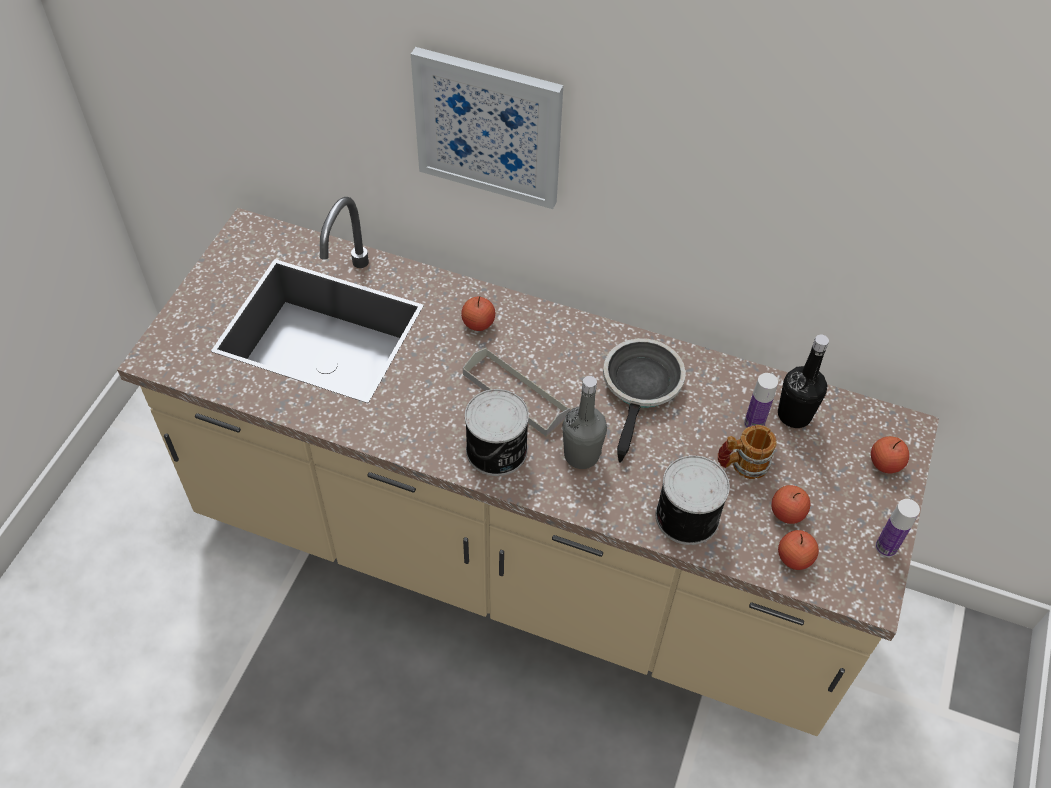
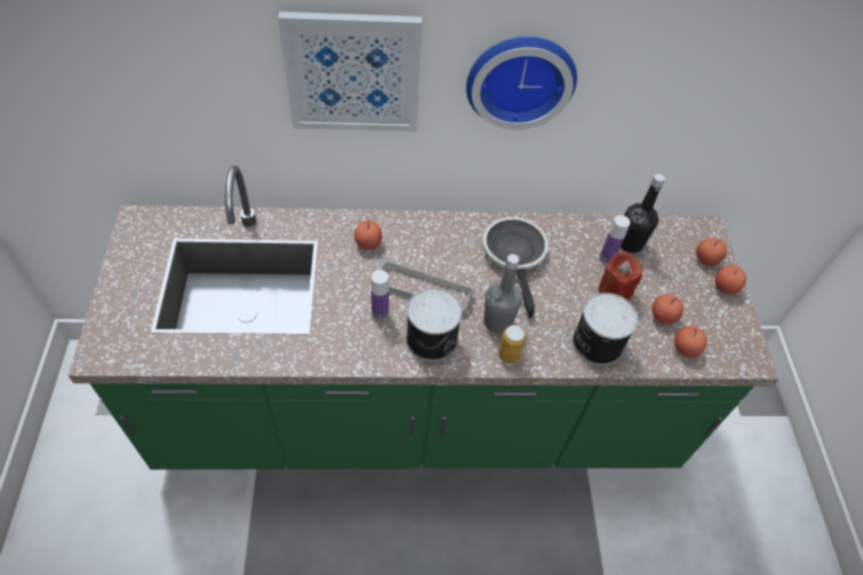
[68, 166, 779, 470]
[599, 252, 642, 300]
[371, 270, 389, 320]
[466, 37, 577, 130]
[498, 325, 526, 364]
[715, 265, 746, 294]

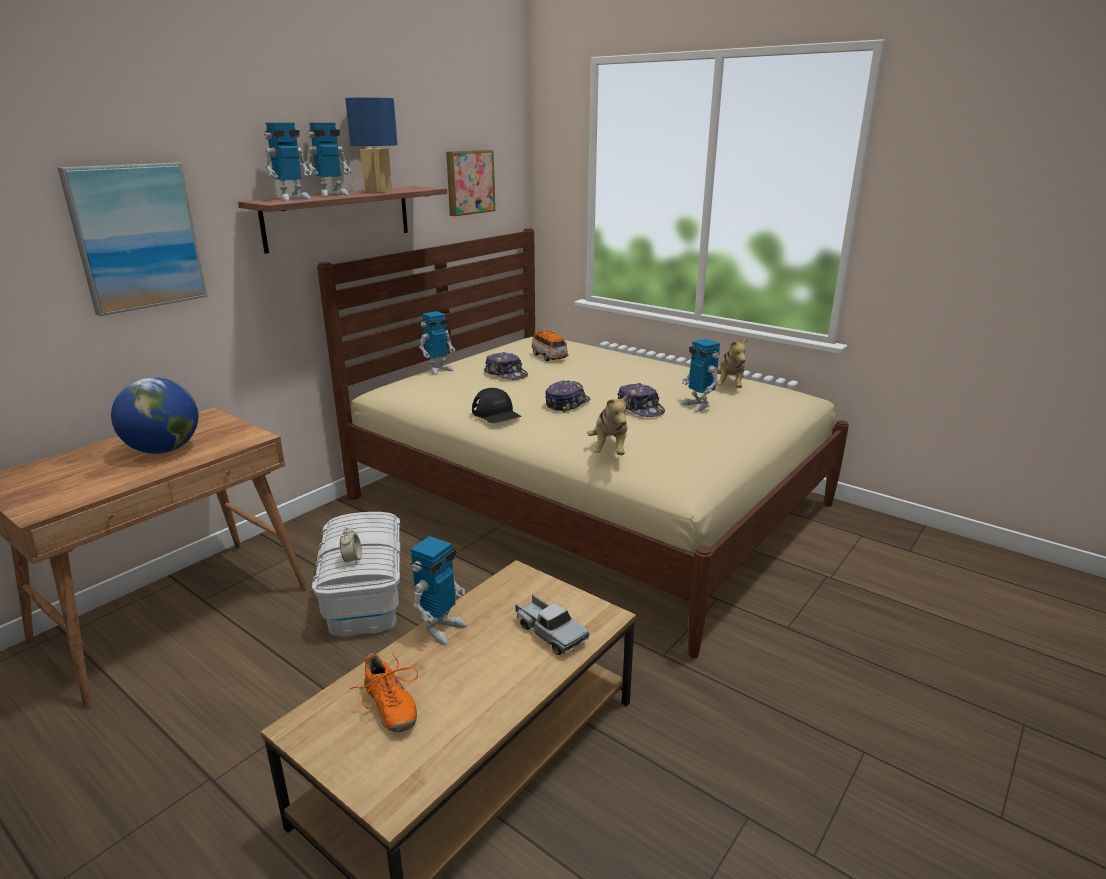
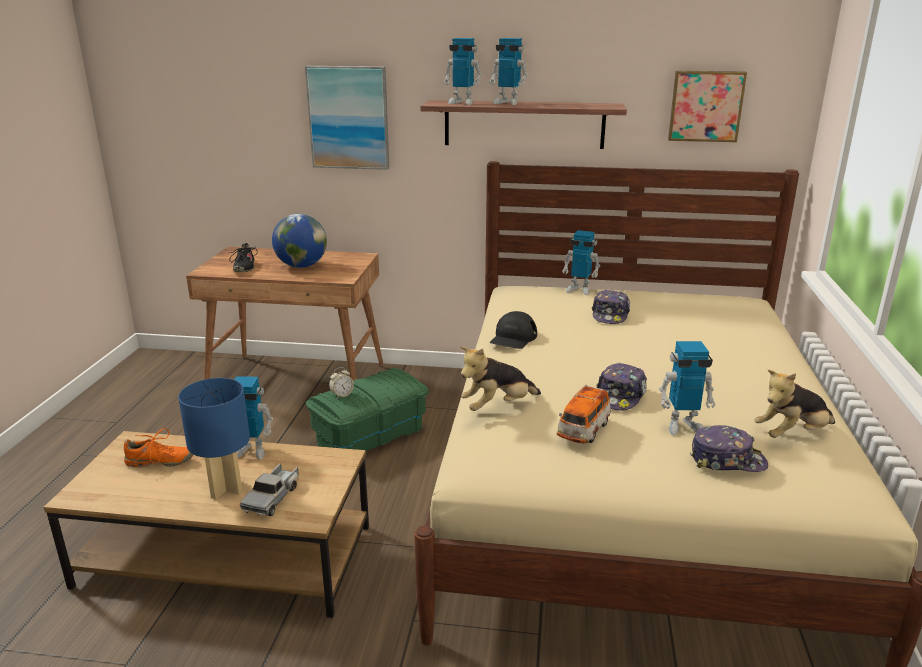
[306, 368, 429, 451]
[178, 378, 250, 500]
[124, 428, 193, 467]
[557, 385, 611, 444]
[690, 425, 768, 472]
[659, 341, 716, 436]
[229, 243, 257, 272]

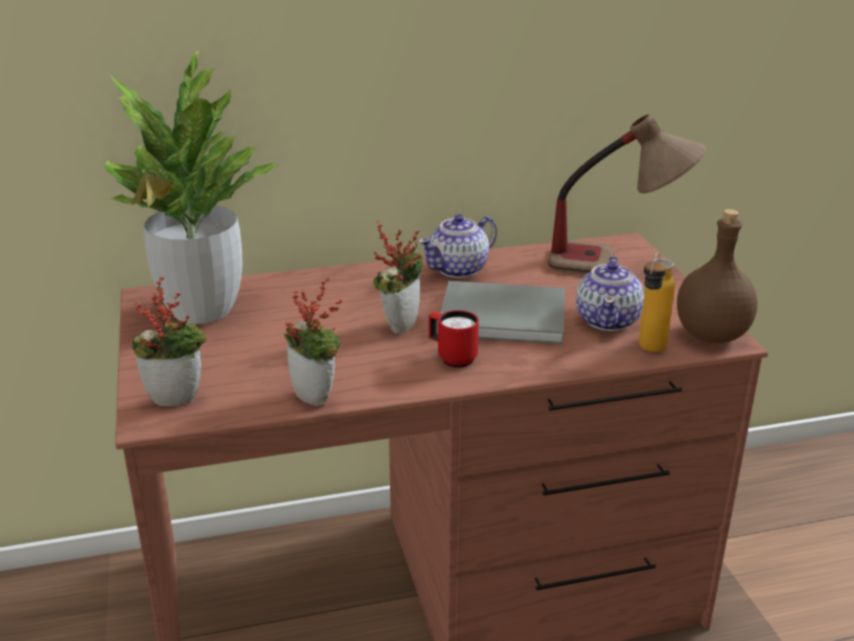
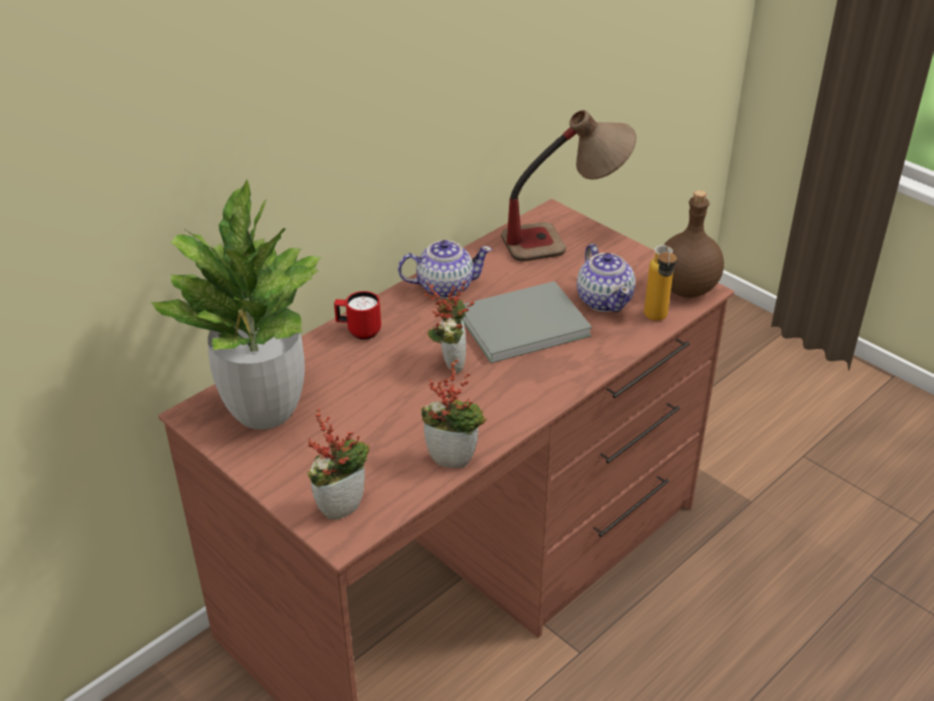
[398, 240, 492, 298]
[334, 291, 381, 340]

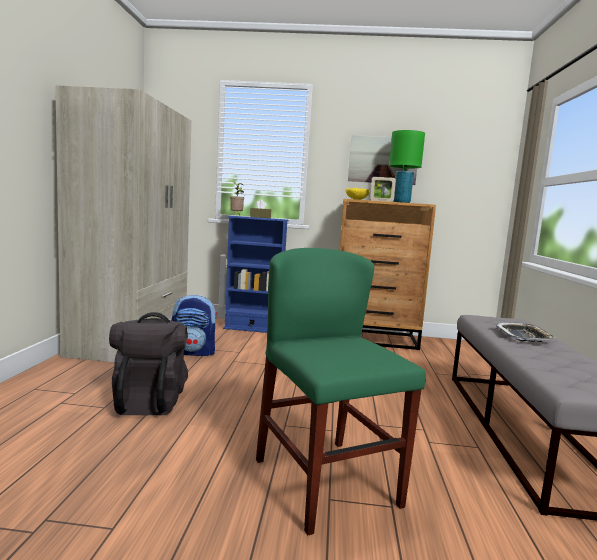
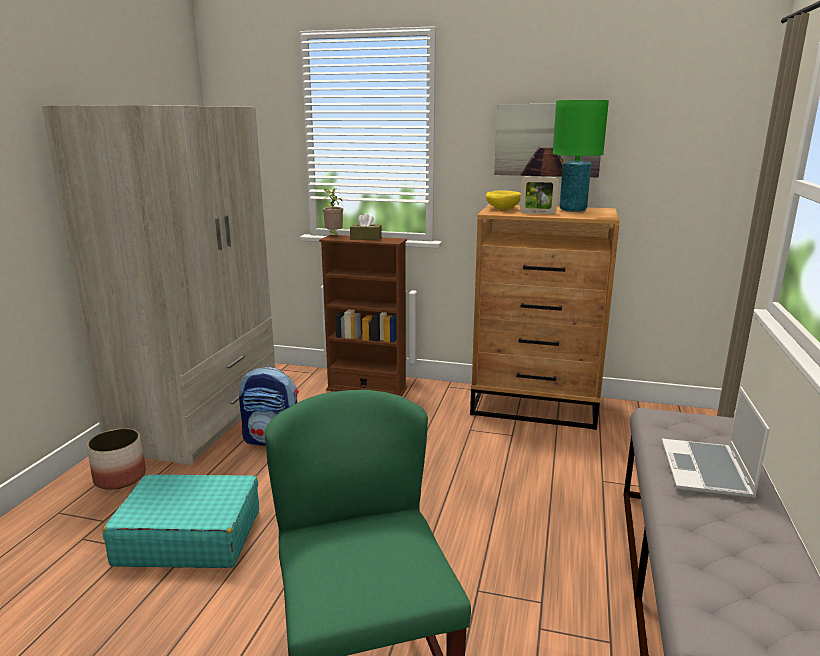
[102, 475, 259, 568]
[319, 235, 407, 396]
[662, 387, 770, 499]
[87, 428, 146, 490]

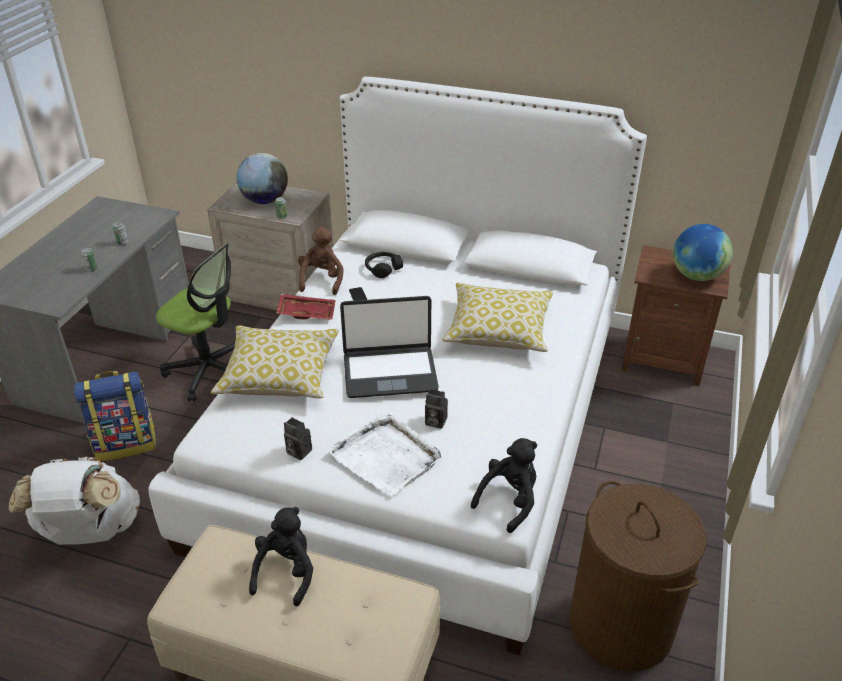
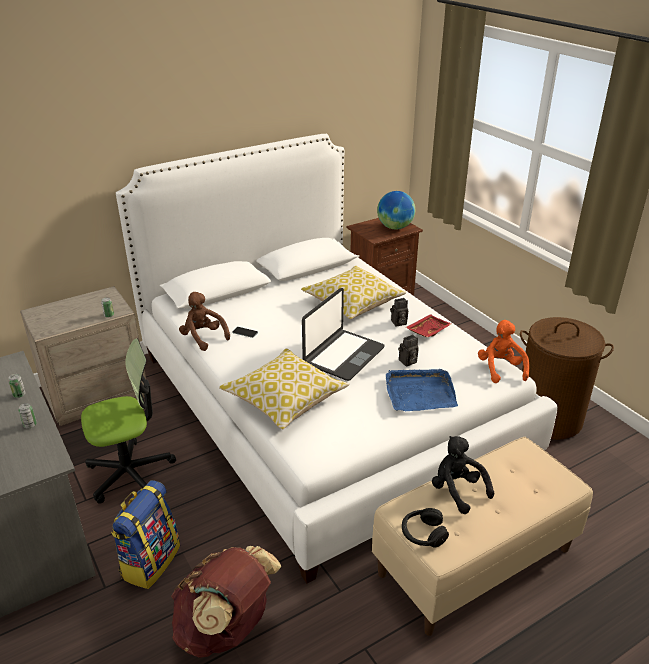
[171, 546, 282, 658]
[237, 153, 288, 204] (first image)
[405, 314, 451, 338]
[390, 298, 408, 326]
[386, 369, 458, 411]
[402, 508, 449, 548]
[478, 320, 530, 383]

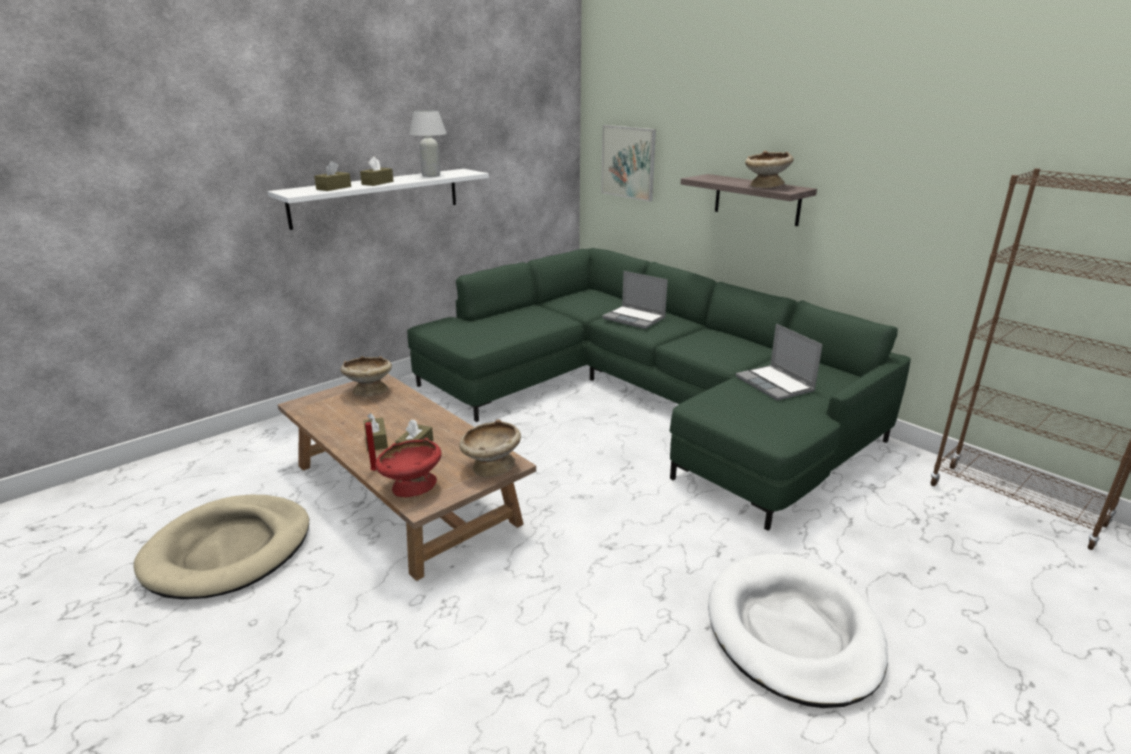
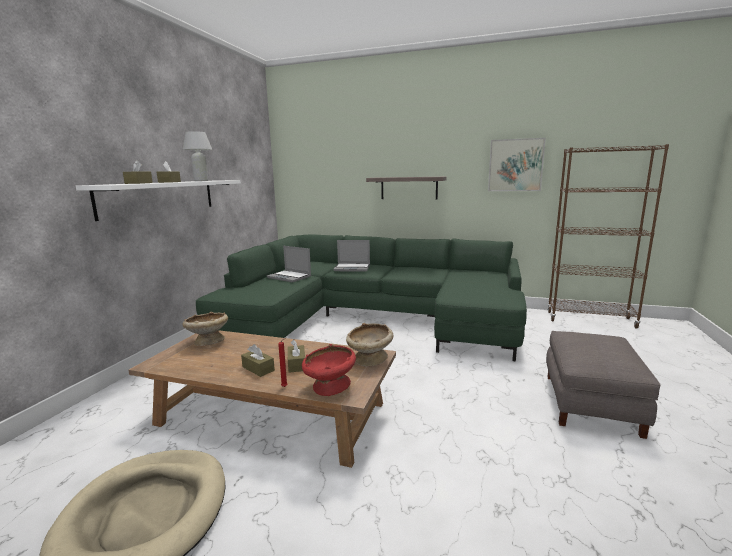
[488, 138, 546, 191]
[546, 331, 660, 439]
[267, 246, 311, 282]
[745, 151, 794, 188] (first image)

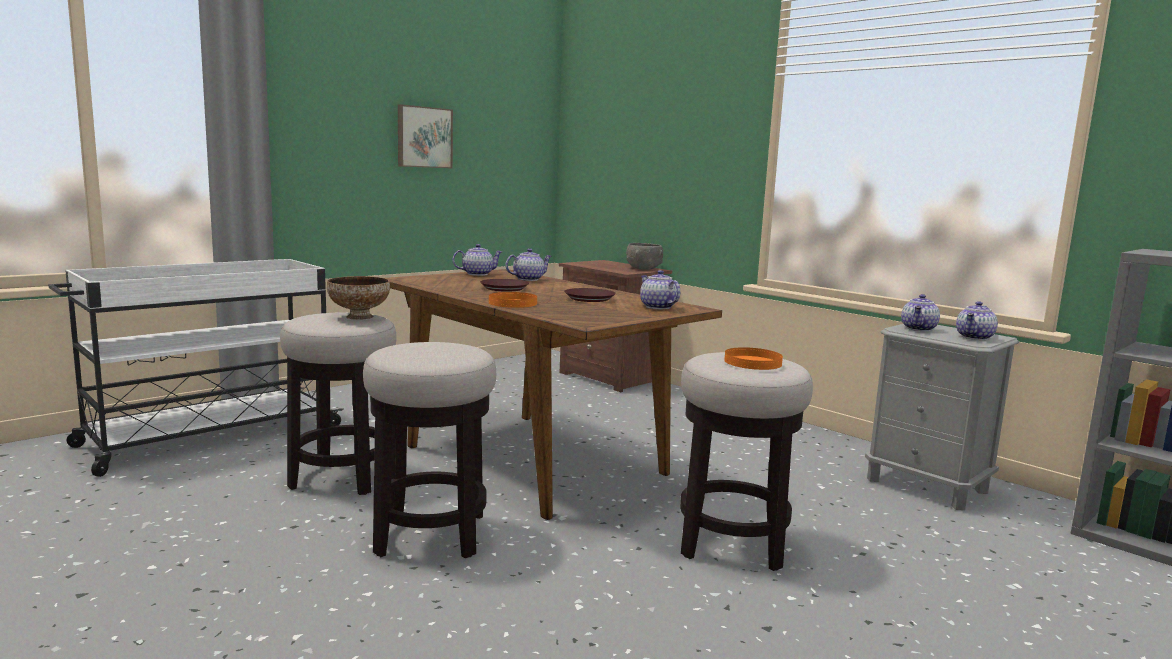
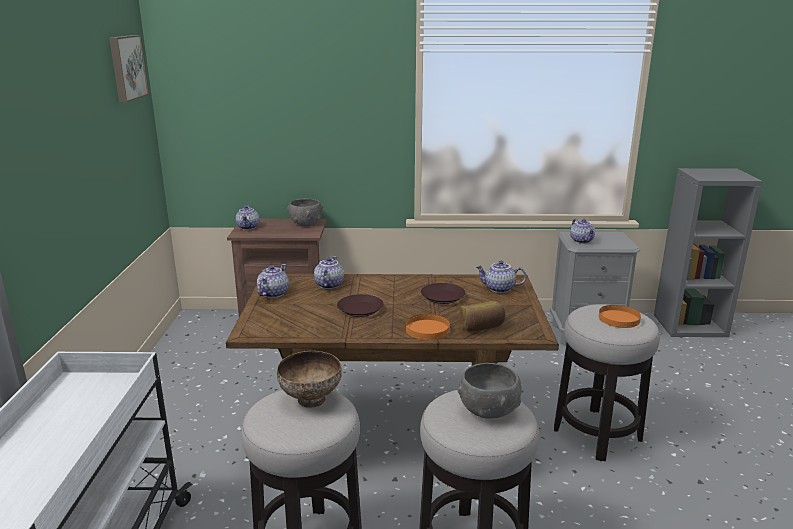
[109, 35, 149, 102]
[236, 206, 259, 230]
[458, 363, 522, 419]
[459, 301, 505, 331]

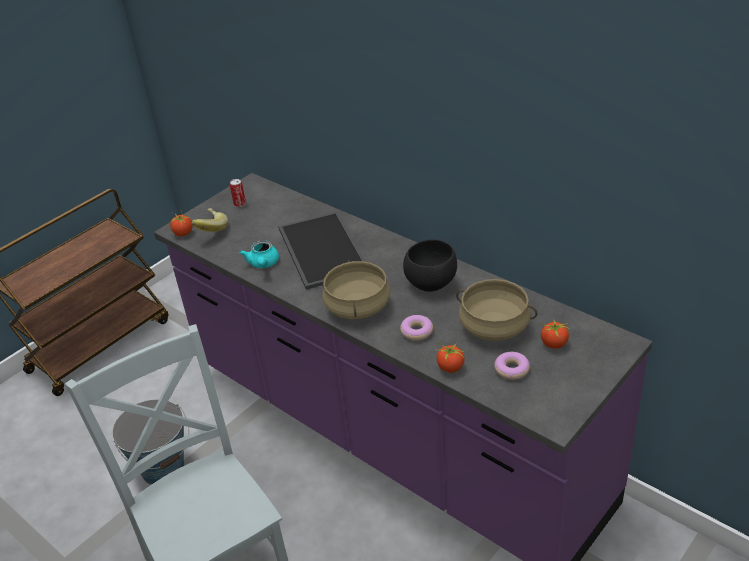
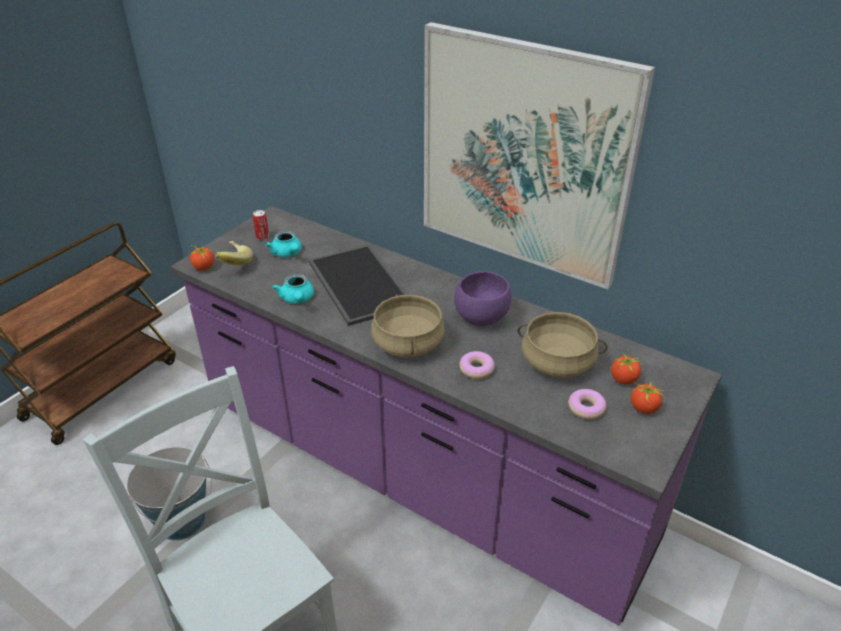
[454, 271, 511, 326]
[631, 381, 665, 414]
[265, 231, 302, 257]
[424, 22, 655, 289]

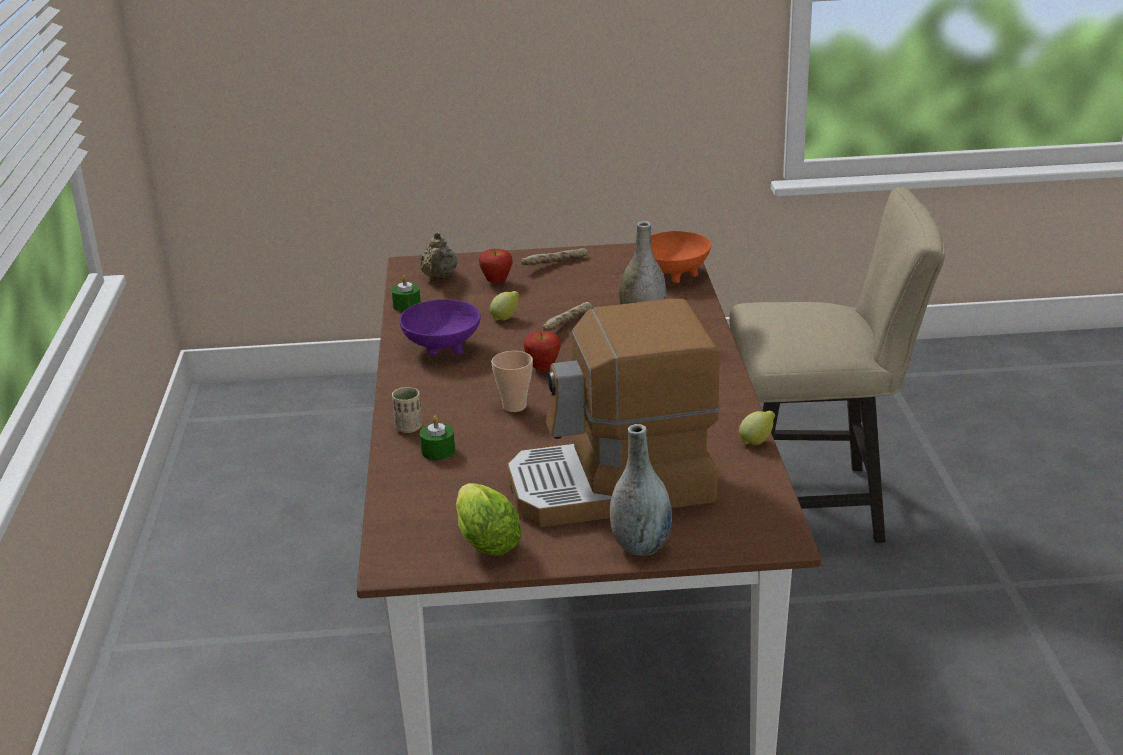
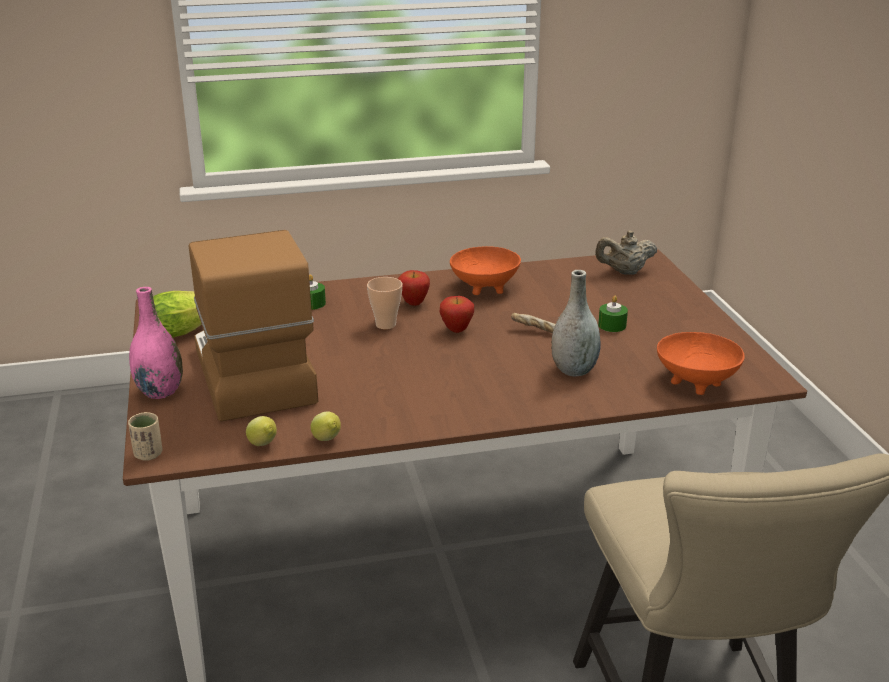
[598, 296, 628, 332]
[128, 412, 162, 461]
[450, 246, 521, 295]
[398, 270, 430, 306]
[246, 416, 277, 446]
[521, 248, 588, 265] (first image)
[129, 287, 183, 399]

